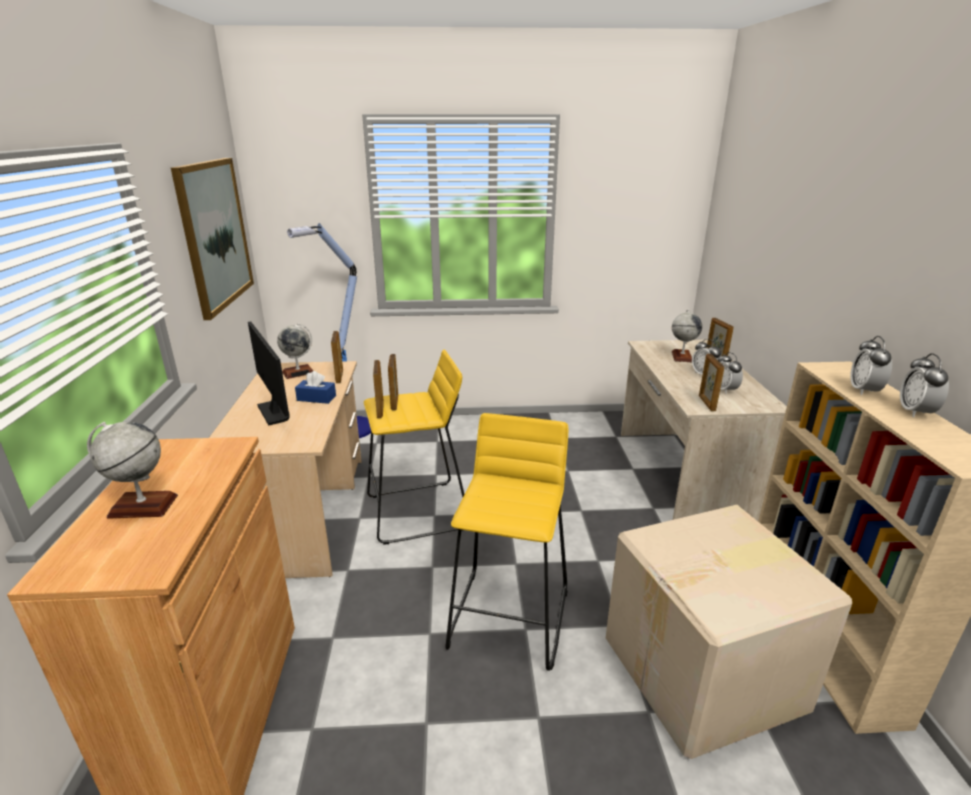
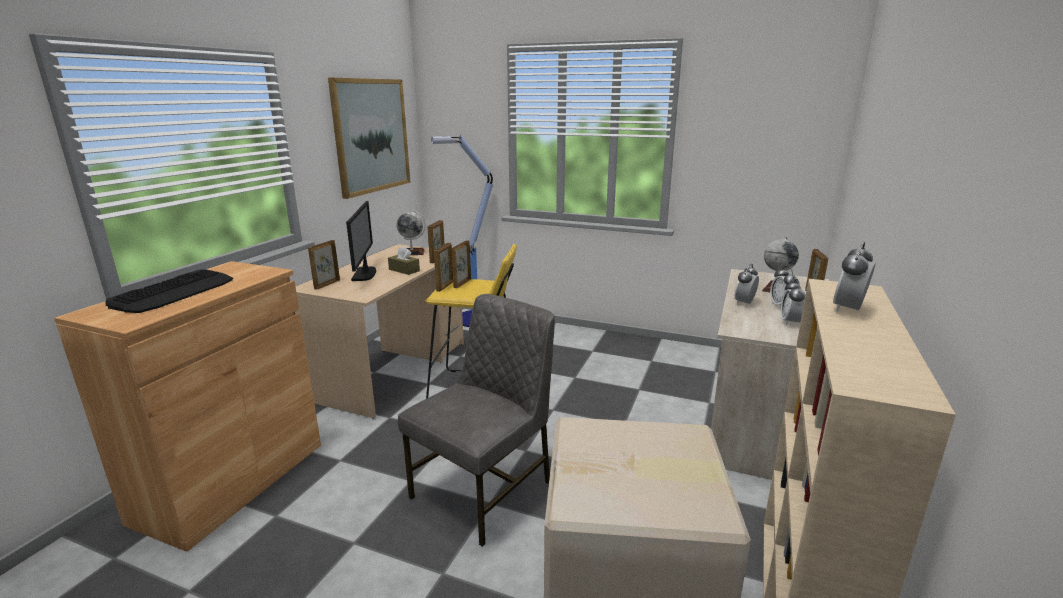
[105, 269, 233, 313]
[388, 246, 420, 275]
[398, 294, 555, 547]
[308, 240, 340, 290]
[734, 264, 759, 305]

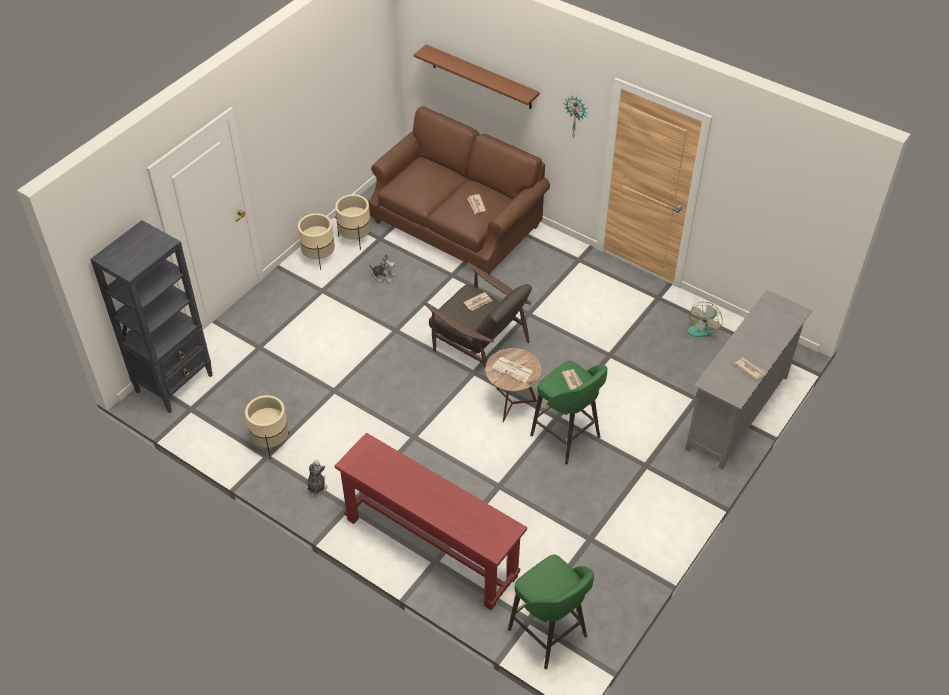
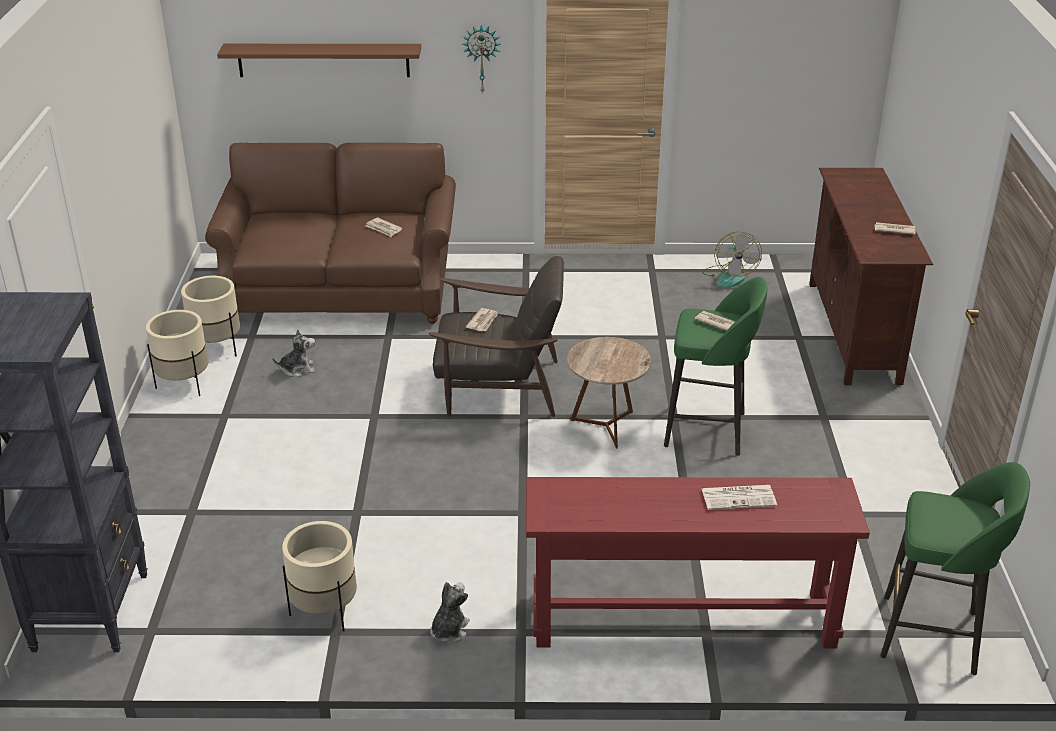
[430, 582, 470, 643]
[702, 485, 777, 510]
[809, 168, 933, 385]

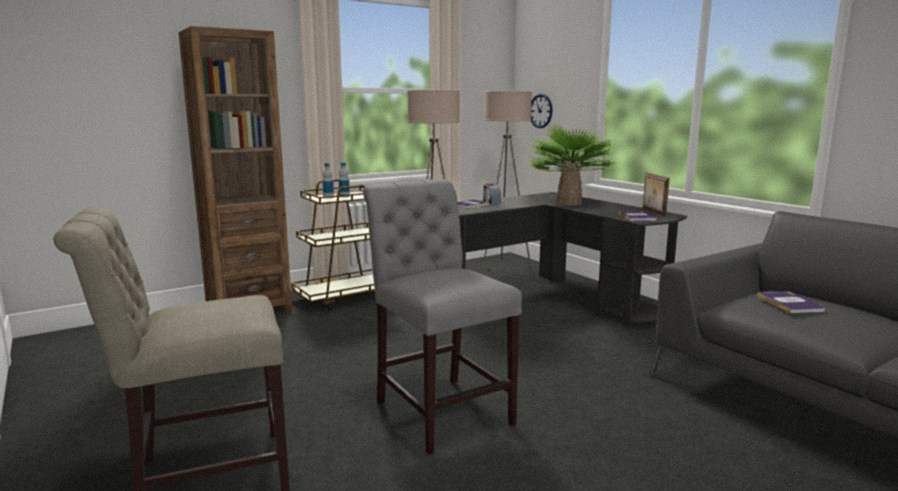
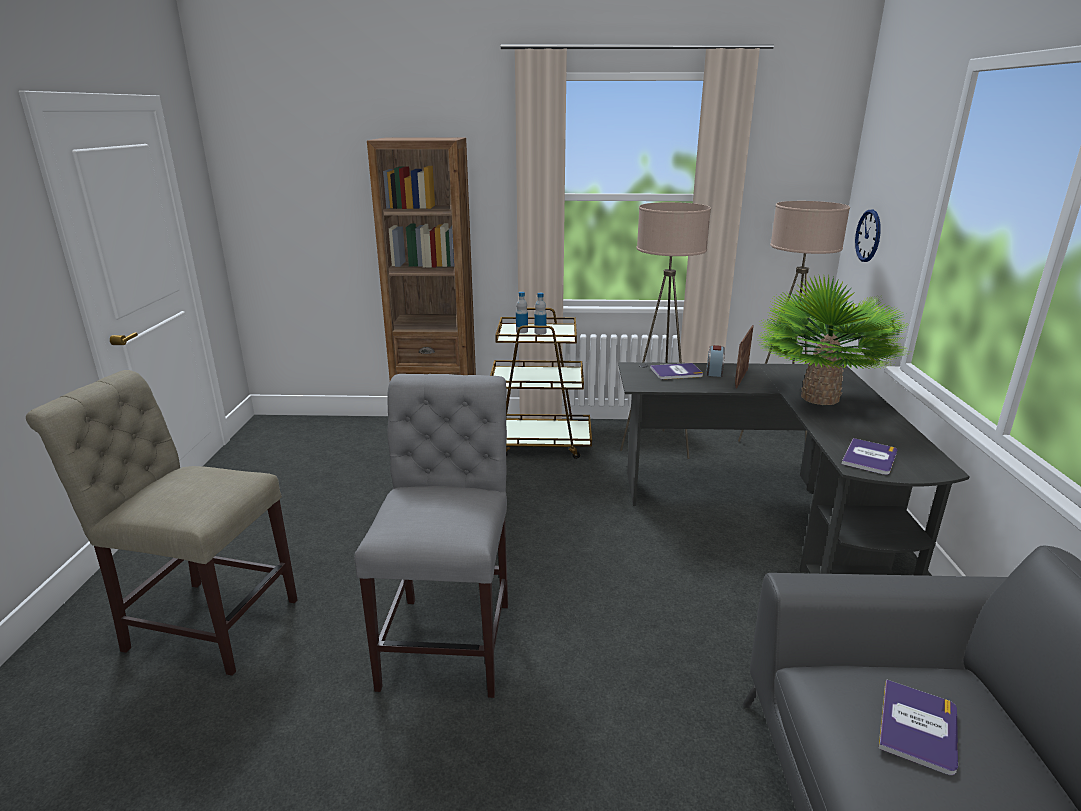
[735, 325, 754, 388]

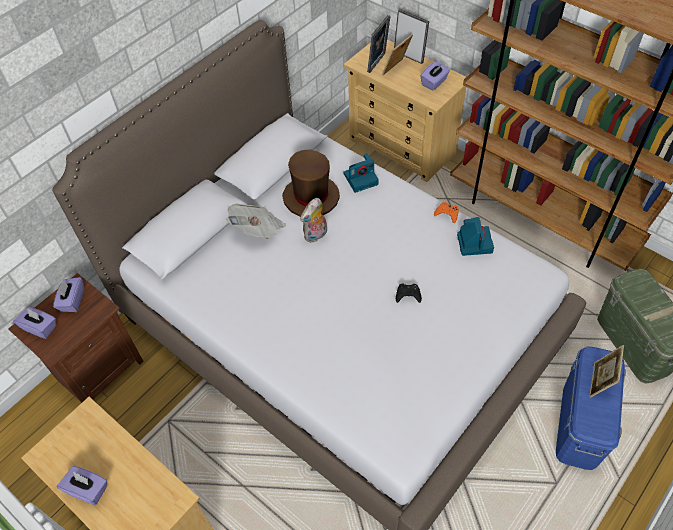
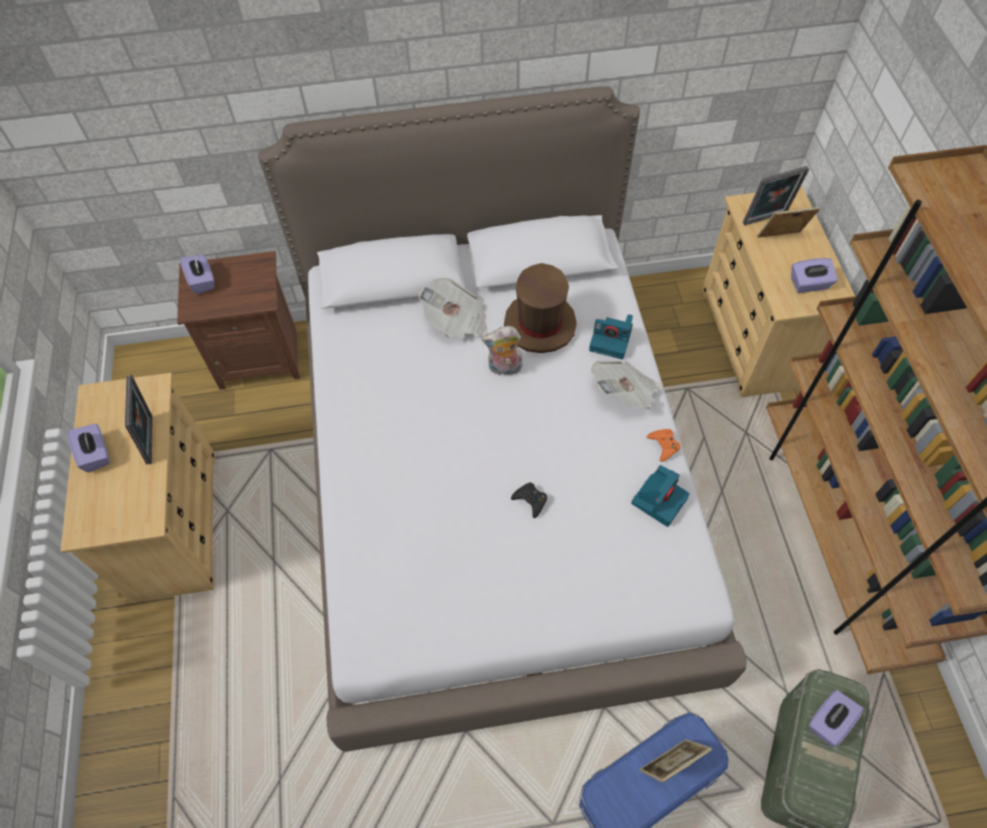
[809, 690, 864, 747]
[125, 375, 153, 464]
[591, 361, 662, 409]

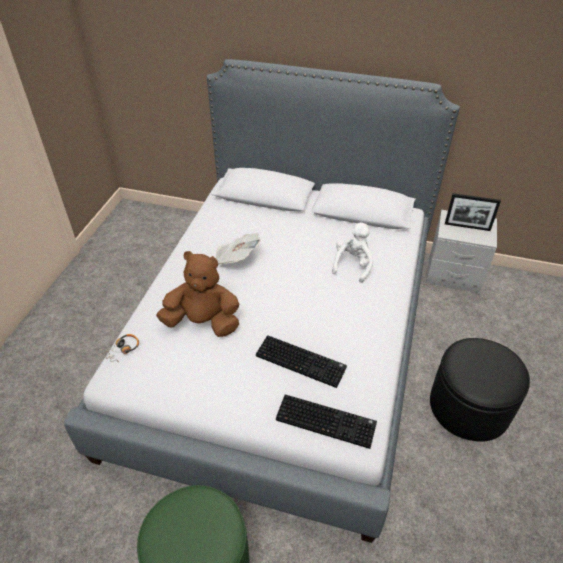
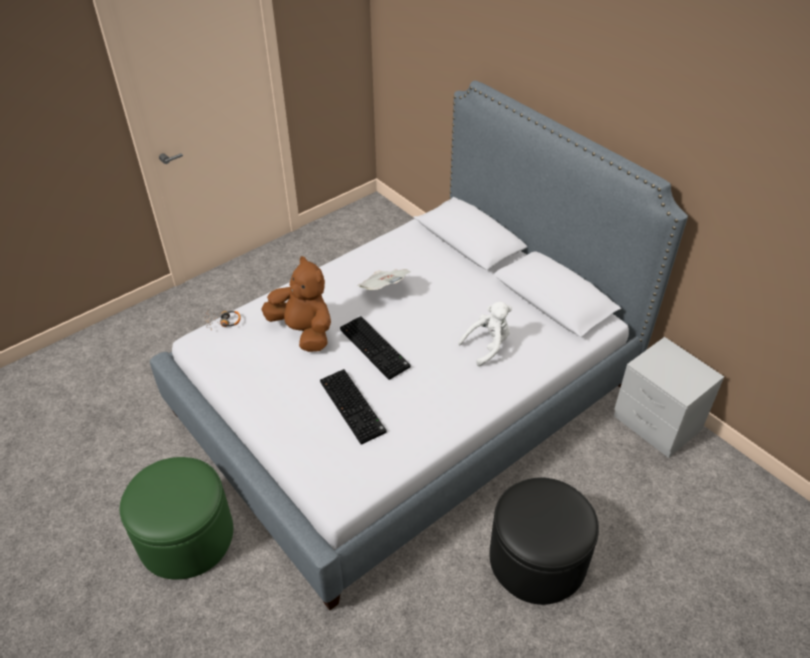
[340, 316, 411, 380]
[445, 193, 501, 231] (first image)

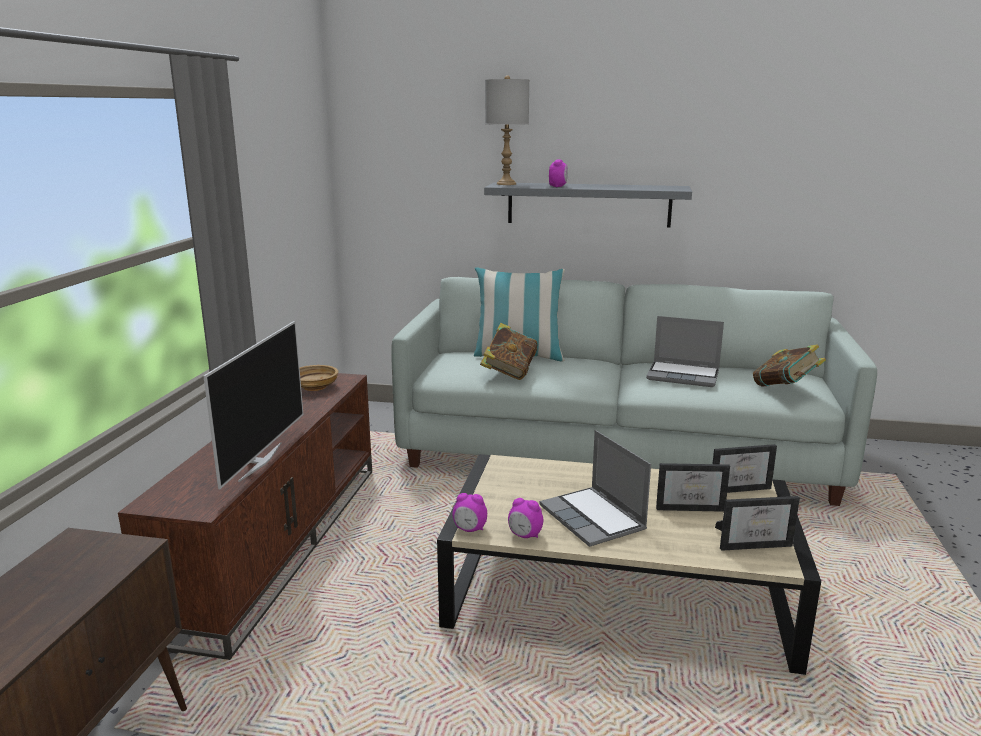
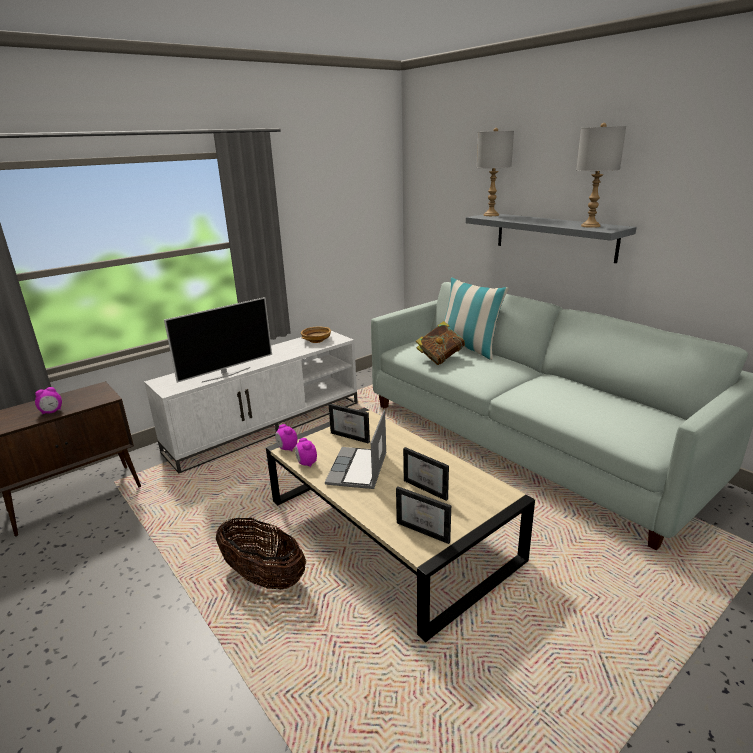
[144, 331, 358, 473]
[35, 387, 62, 414]
[646, 316, 724, 387] (first image)
[329, 404, 370, 444]
[753, 344, 826, 387] (first image)
[216, 518, 306, 590]
[576, 123, 626, 228]

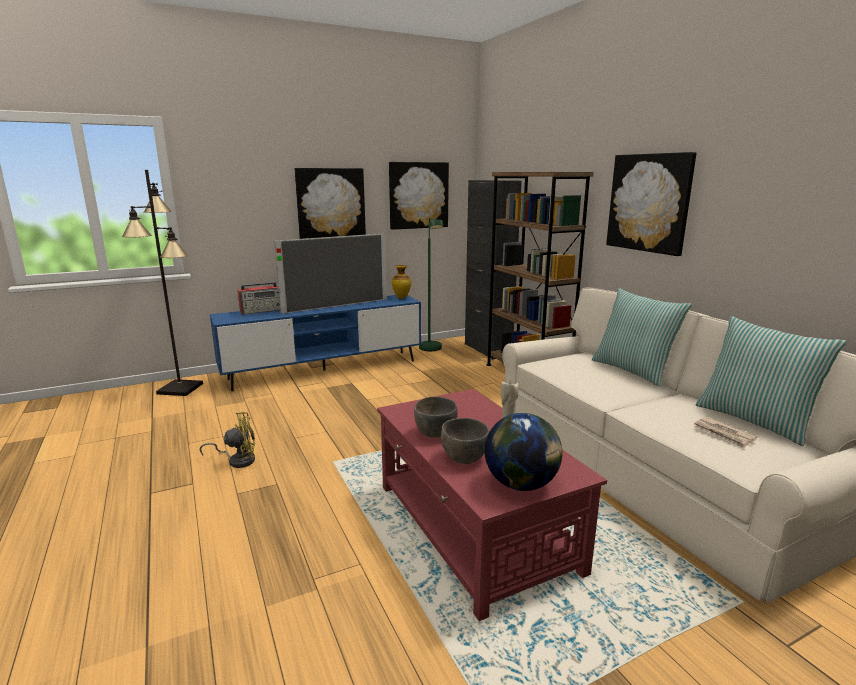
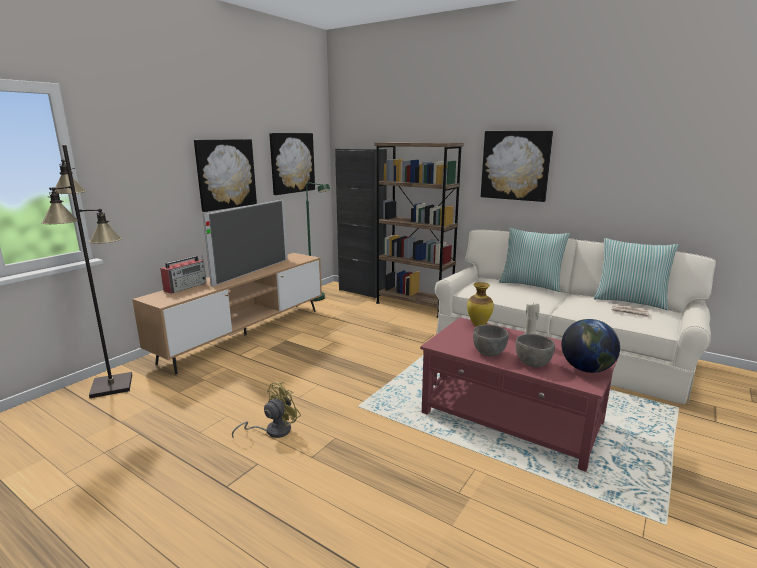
[132, 253, 322, 374]
[467, 282, 494, 326]

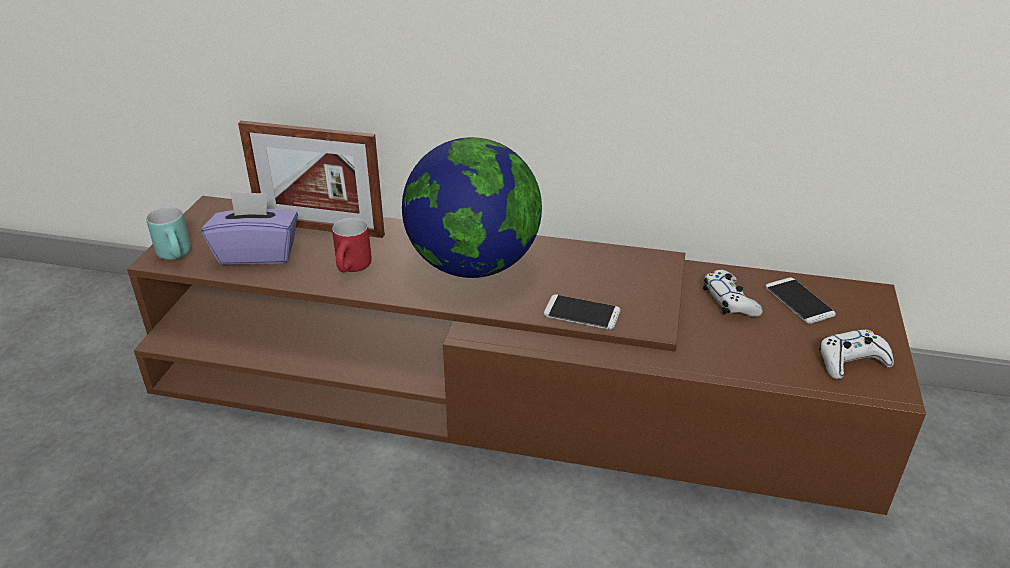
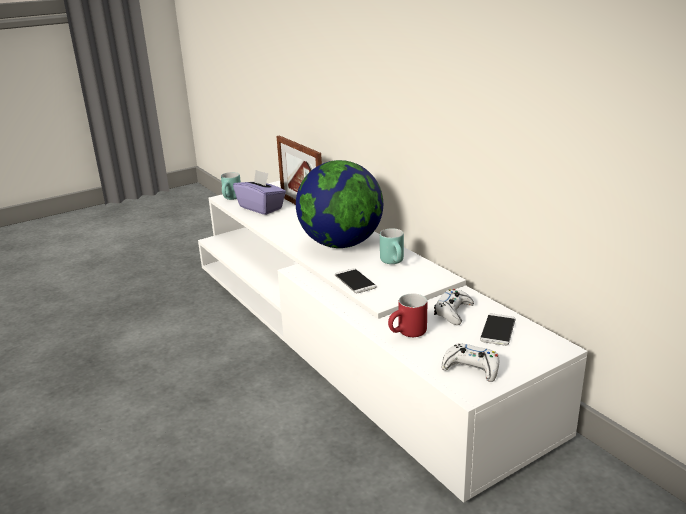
[198, 181, 588, 503]
[388, 294, 427, 337]
[380, 228, 404, 264]

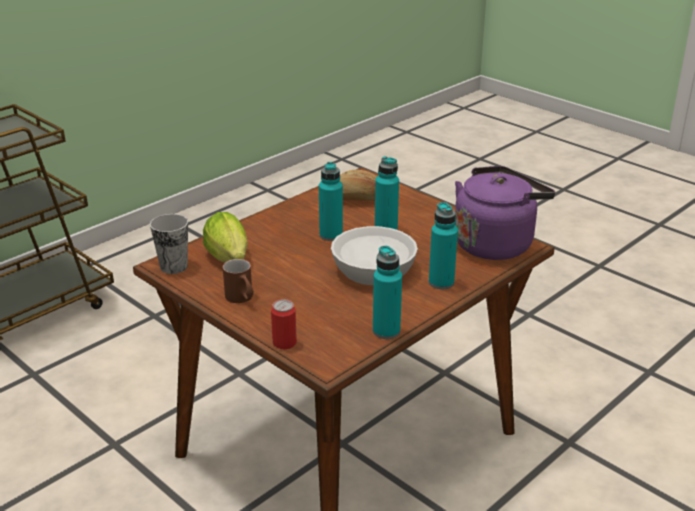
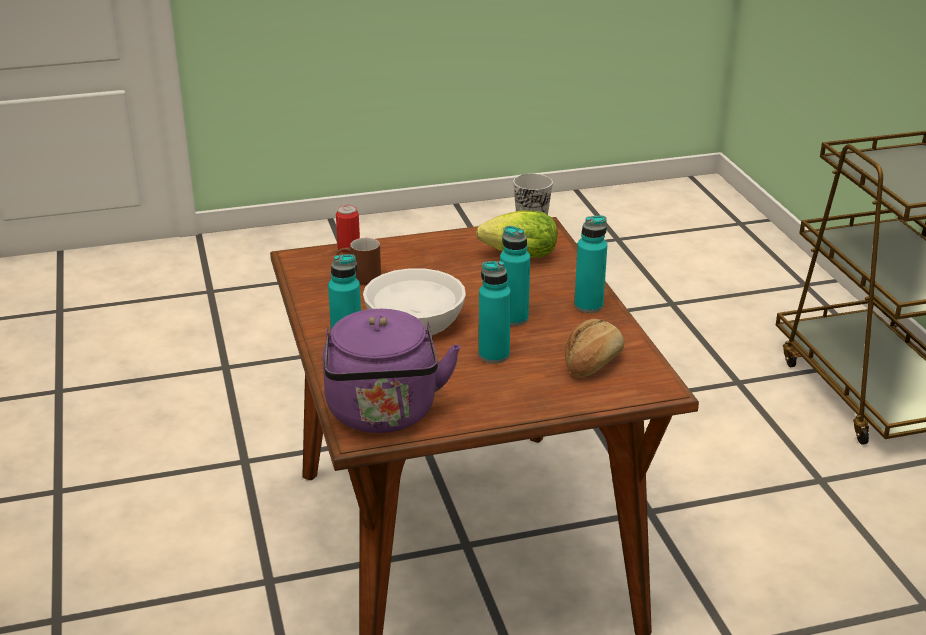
[335, 238, 381, 284]
[574, 216, 607, 313]

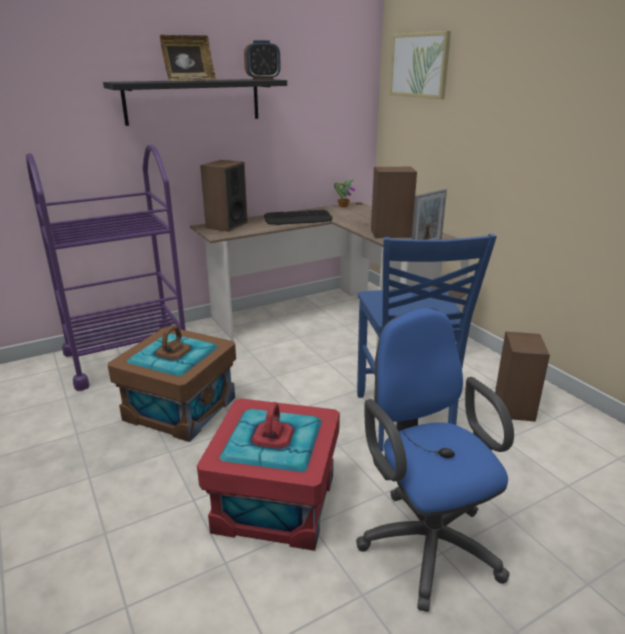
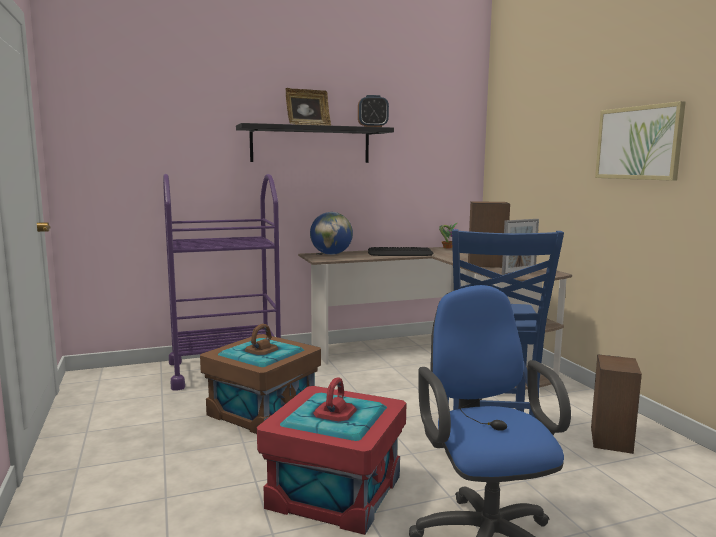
[310, 212, 353, 255]
[595, 101, 686, 181]

